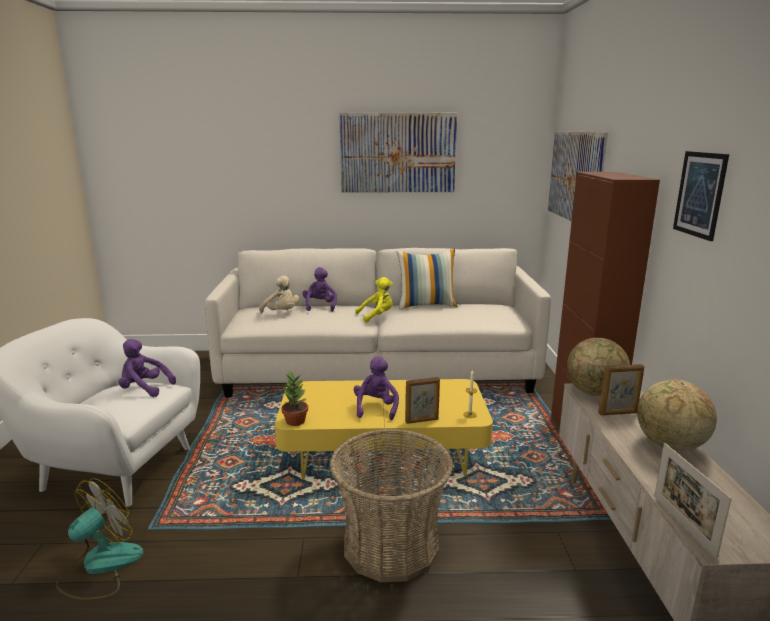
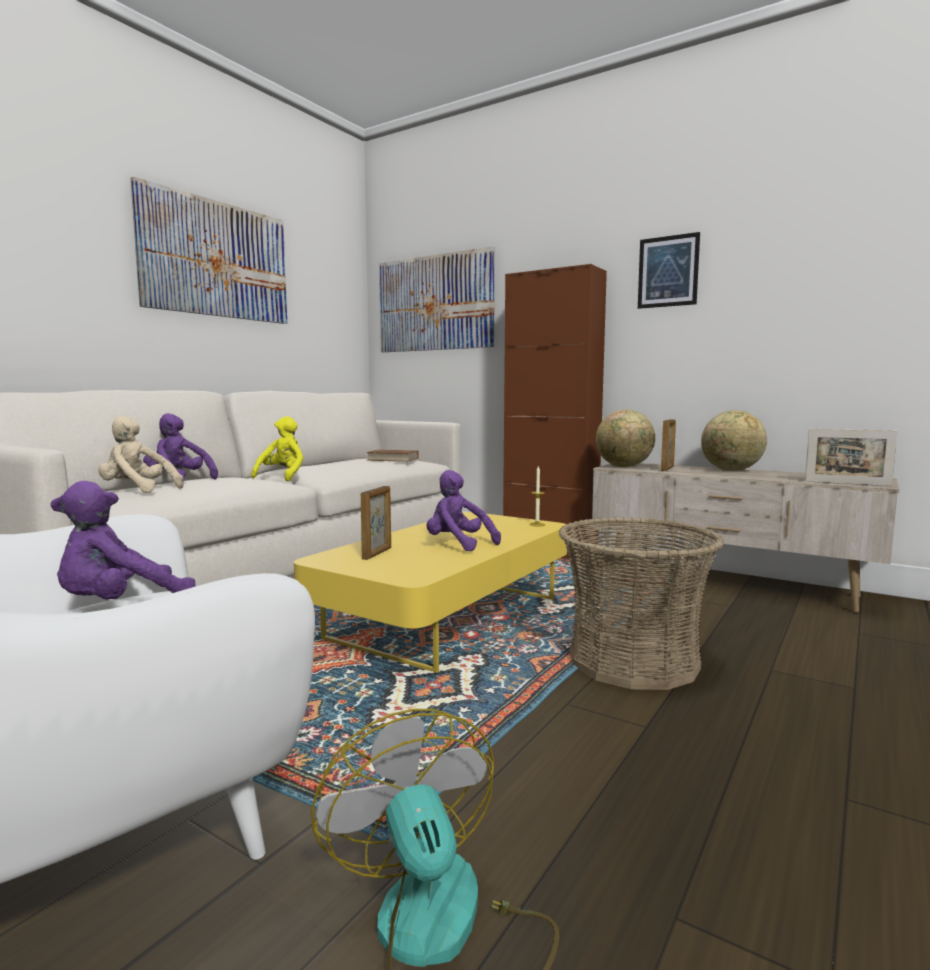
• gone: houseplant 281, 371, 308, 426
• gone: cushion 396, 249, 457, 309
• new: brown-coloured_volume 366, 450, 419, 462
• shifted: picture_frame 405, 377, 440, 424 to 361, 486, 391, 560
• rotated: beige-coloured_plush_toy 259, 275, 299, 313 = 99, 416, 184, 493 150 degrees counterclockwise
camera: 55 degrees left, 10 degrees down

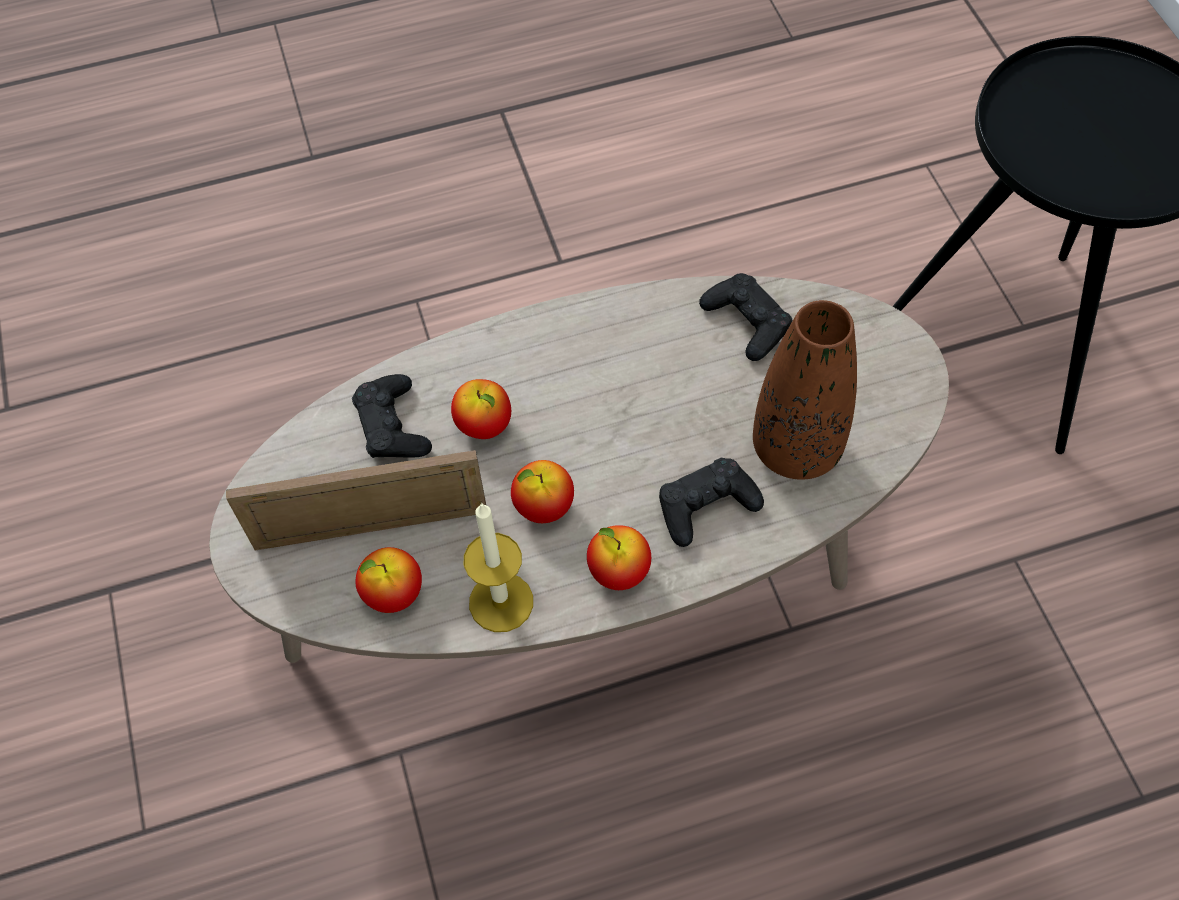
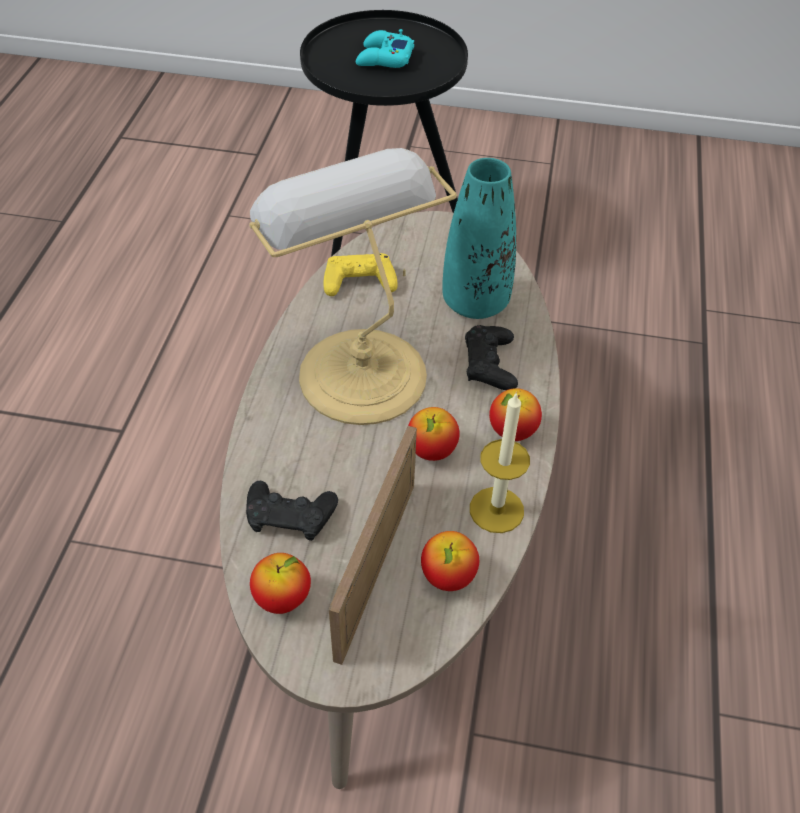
• new: tabletop_lamp 249, 148, 457, 425
• new: turquoise_joypad 356, 29, 414, 68
• shifted: apple 451, 379, 511, 439 to 250, 553, 311, 614
• repainted: black-coloured_joypad 699, 273, 792, 361 to yellow_joypad 324, 253, 398, 296
• repainted: brown-coloured_flower_vase 753, 300, 857, 480 to turquoise_flower_vase 442, 158, 516, 319
camera: 65 degrees left, 10 degrees down

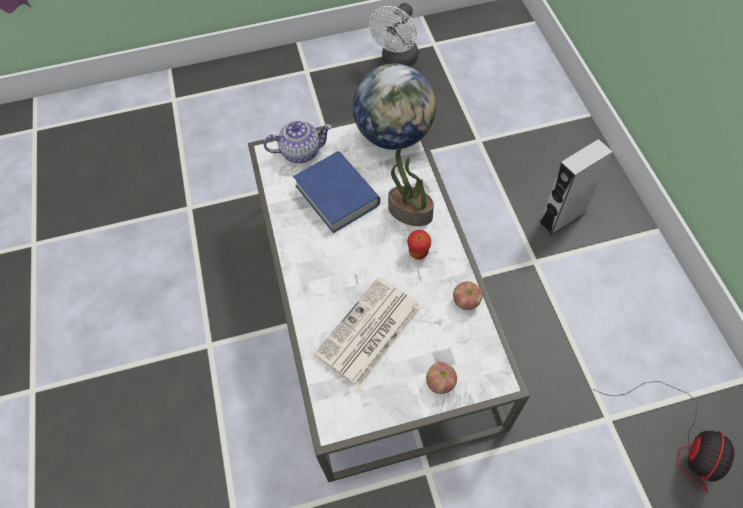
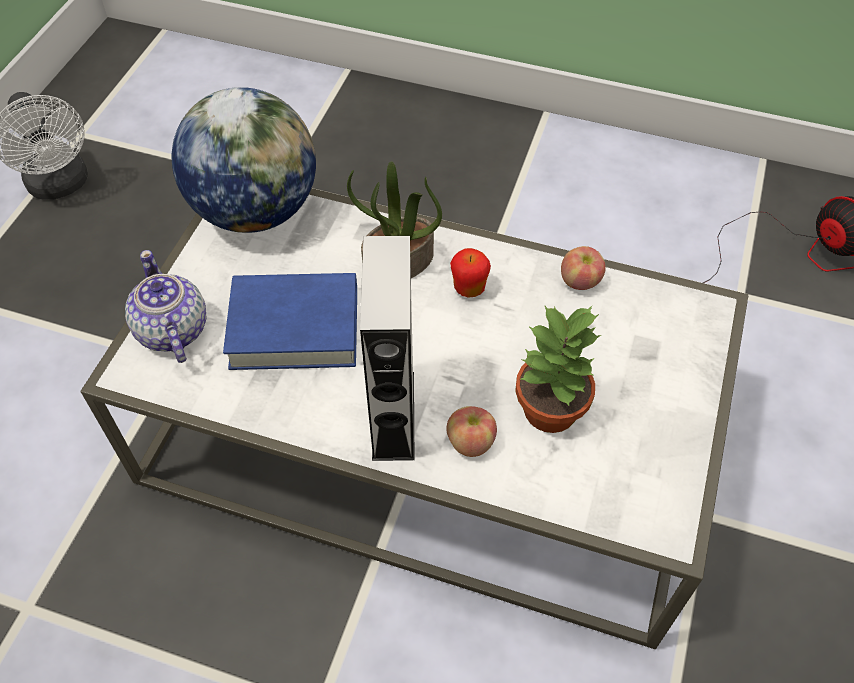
• shifted: apple 426, 362, 457, 394 to 447, 406, 497, 457
• shifted: greyish_loudspeaker 538, 139, 613, 235 to 360, 236, 414, 461
• swapped: newspaper 314, 277, 422, 388 to houseplant 515, 305, 601, 433
• rotated: teapot 264, 121, 332, 163 = 125, 250, 206, 363 45 degrees counterclockwise
camera: 60 degrees left, 5 degrees down

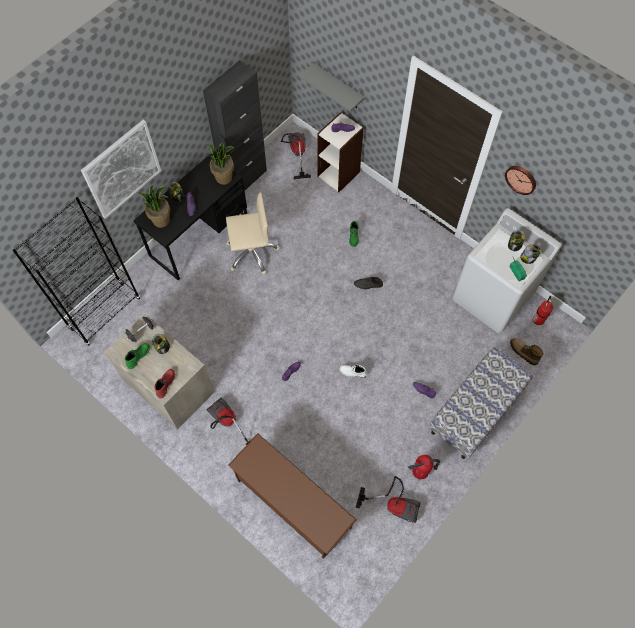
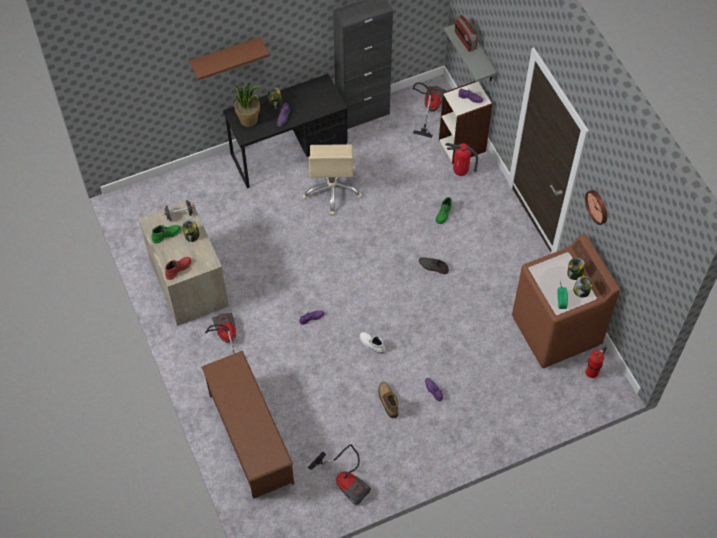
• gone: black-coloured_shelving_unit 13, 197, 140, 346
• gone: houseplant 207, 142, 234, 185
• gone: bench 429, 347, 533, 459
• new: radio 455, 15, 478, 52
• shifted: fire-fighting_cylinder 408, 455, 440, 479 to 445, 143, 478, 176
• shifted: high-top_boot 510, 338, 544, 365 to 378, 382, 398, 418
• swapped: wall_picture 81, 120, 161, 219 to brown-coloured_shelf 190, 37, 269, 80
• repainted: whitish_washing_machine 453, 208, 562, 333 to brown-coloured_washing_machine 512, 234, 620, 368
• rotated: beige-coloured_office_chair 226, 192, 279, 275 = 303, 144, 362, 215 75 degrees clockwise
camera: 25 degrees right, 5 degrees down

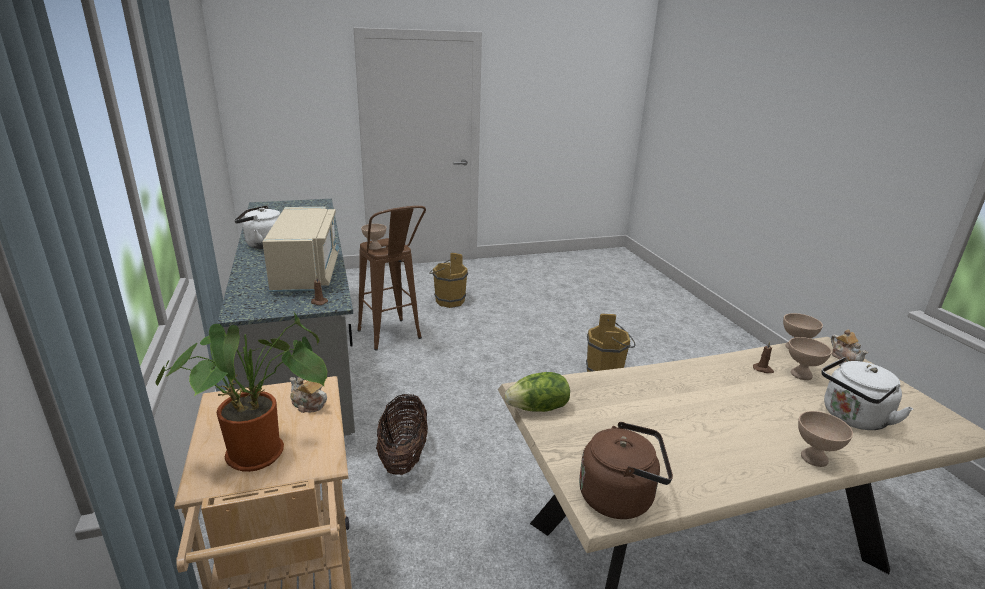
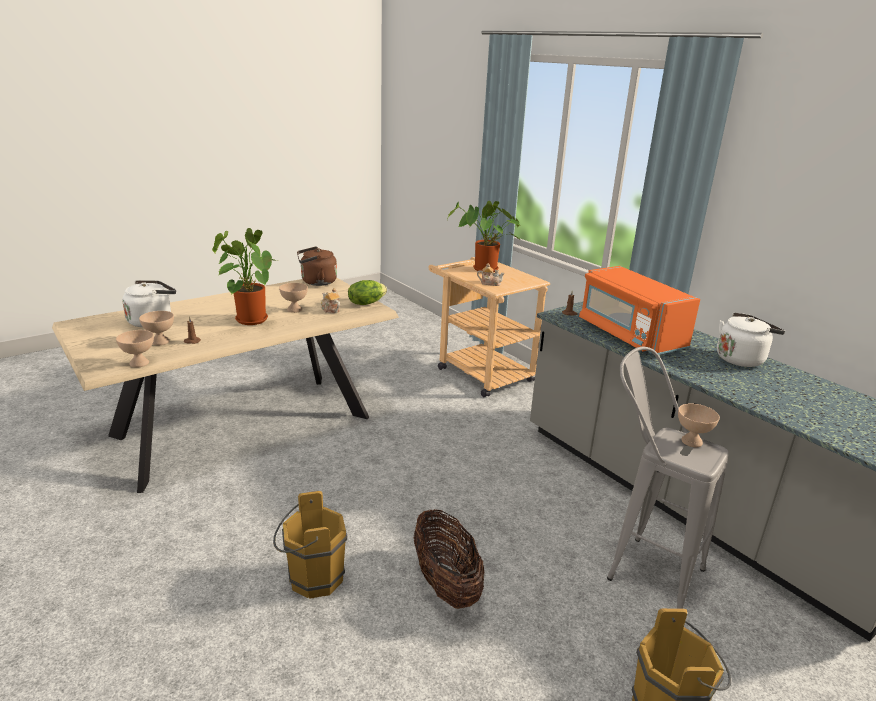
• new: houseplant 212, 228, 277, 325
• shifted: storage_basket 376, 394, 428, 475 to 413, 509, 484, 609
• shifted: beige-coloured_deep_dish 798, 411, 853, 467 to 279, 283, 308, 313
• shifted: teapot 831, 329, 868, 362 to 321, 288, 340, 313
• repainted: beige-coloured_microwave_oven 263, 207, 339, 292 to orange-coloured_microwave_oven 579, 266, 700, 355
• repainted: brown-coloured_stool 357, 206, 426, 351 to greyish_stool 607, 347, 729, 609
camera: 160 degrees right, 0 degrees up

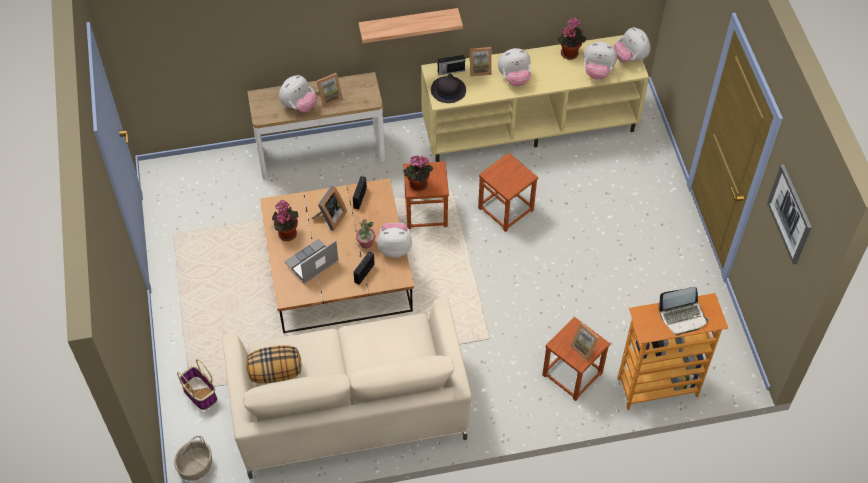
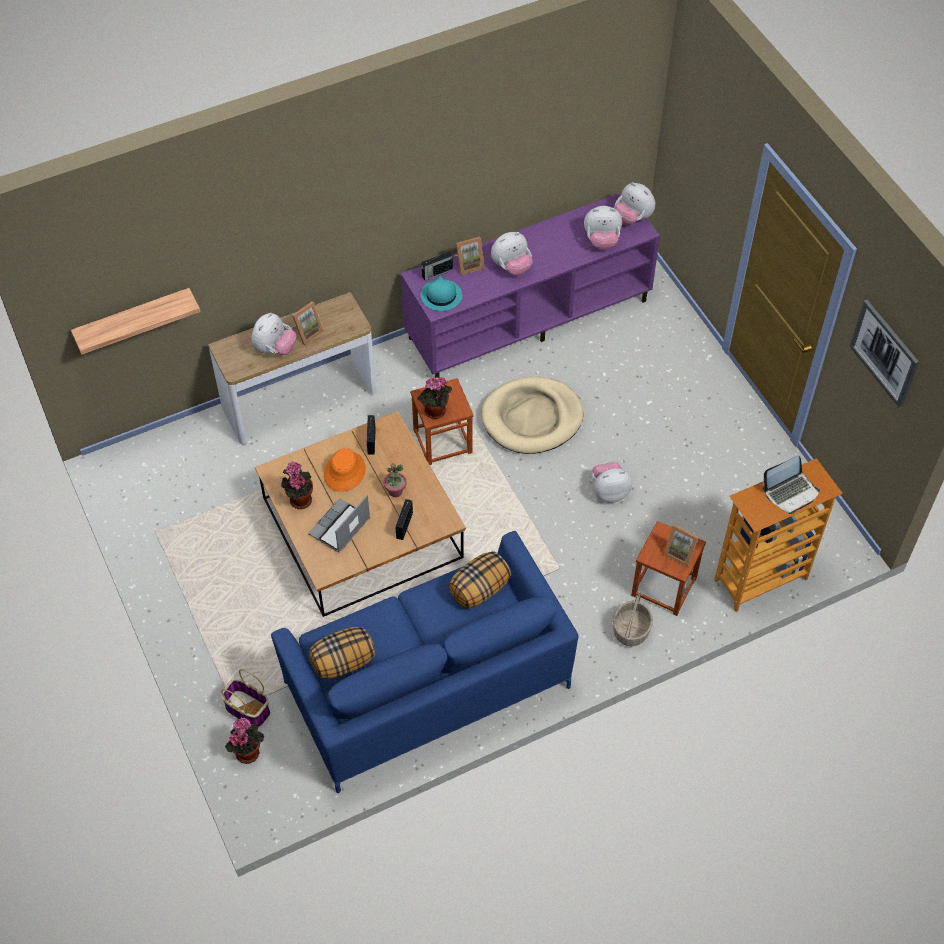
• new: cushion 448, 551, 511, 609
• shifted: storage_basket 174, 436, 212, 481 to 613, 593, 653, 646
• shifted: shelf 359, 8, 463, 43 to 71, 288, 200, 355
• shifted: plush_toy 377, 223, 412, 258 to 592, 461, 632, 503
• shifted: houseplant 557, 17, 586, 60 to 225, 717, 264, 764
• swapped: picture_frame 312, 186, 347, 231 to orange-coloured_wearable_hat 324, 448, 366, 492
• swapped: brown-coloured_stool 478, 153, 538, 232 to beige-coloured_dog_cushion 481, 377, 583, 454
• repainted: beige-coloured_sofa 222, 297, 472, 479 to blue-coloured_sofa 271, 531, 578, 793
• repainted: beige-coloured_tv_unit 421, 35, 649, 162 to purplish_tv_unit 401, 192, 660, 378
• repainted: black-coloured_wearable_hat 431, 74, 466, 103 to turquoise_wearable_hat 421, 276, 462, 311
camera: 15 degrees left, 0 degrees up

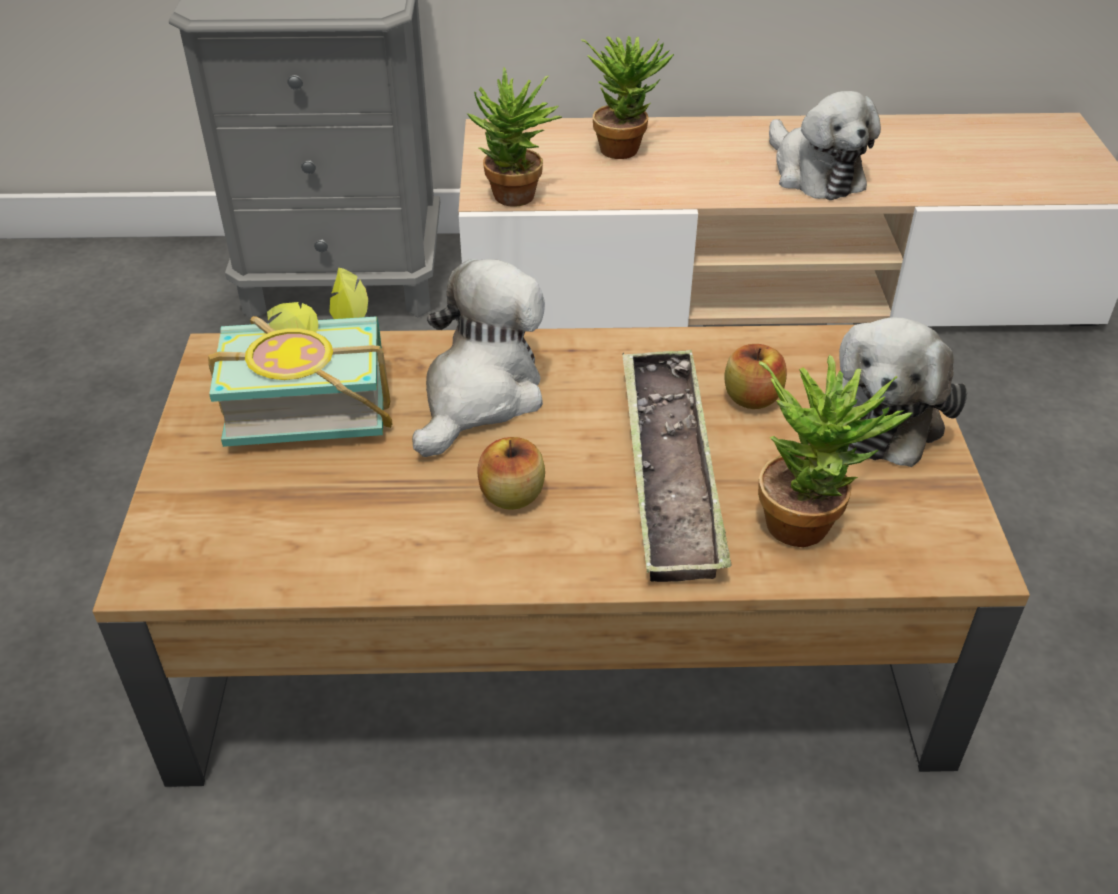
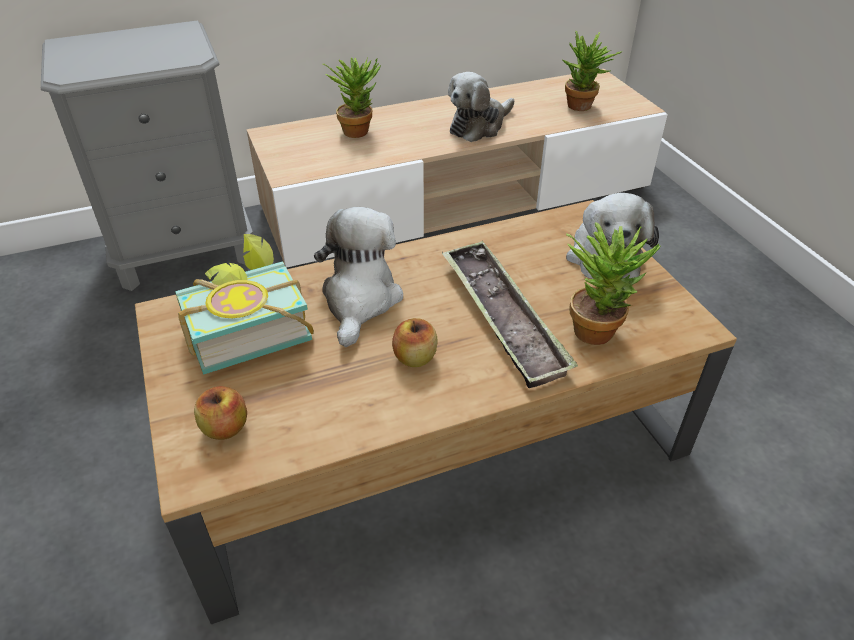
• shifted: houseplant 467, 68, 562, 206 to 563, 31, 622, 111
• shifted: apple 724, 344, 787, 409 to 194, 386, 247, 440
• rotated: plush_toy 769, 91, 881, 200 = 448, 72, 514, 142 90 degrees clockwise
camera: 20 degrees left, 0 degrees up

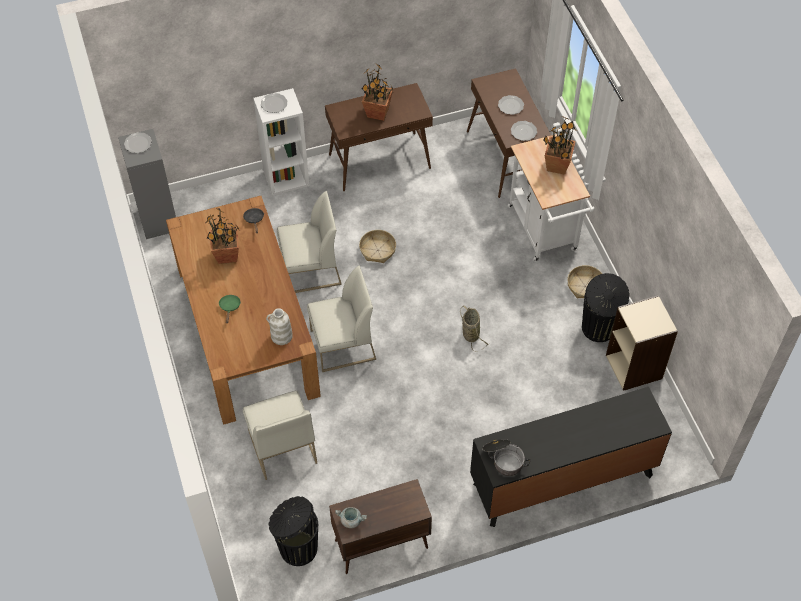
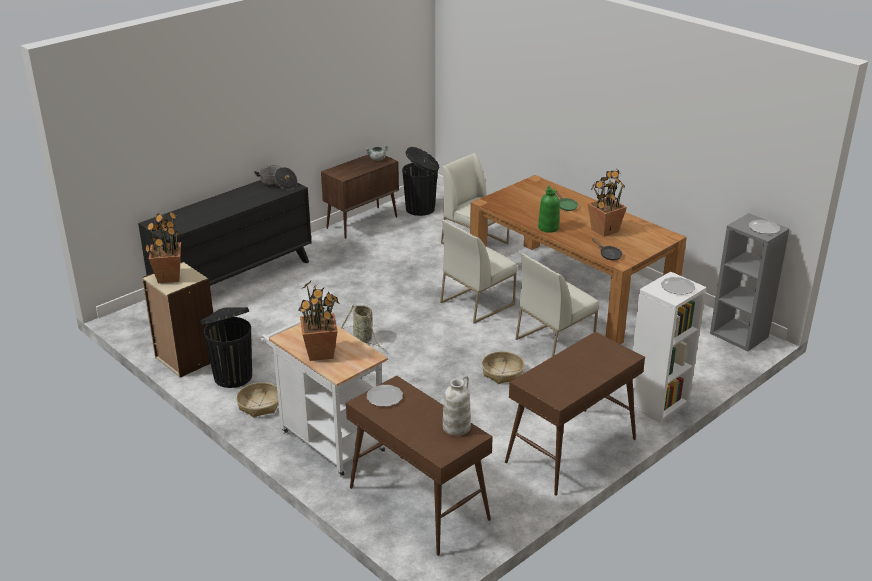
• gone: dinner_plate 498, 95, 524, 115
• new: green_flower_vase 538, 186, 560, 233
• shifted: whitish_flower_vase 266, 308, 293, 345 to 443, 375, 471, 436
• shifted: houseplant 362, 64, 394, 121 to 145, 211, 181, 283
camera: 155 degrees right, 25 degrees down

